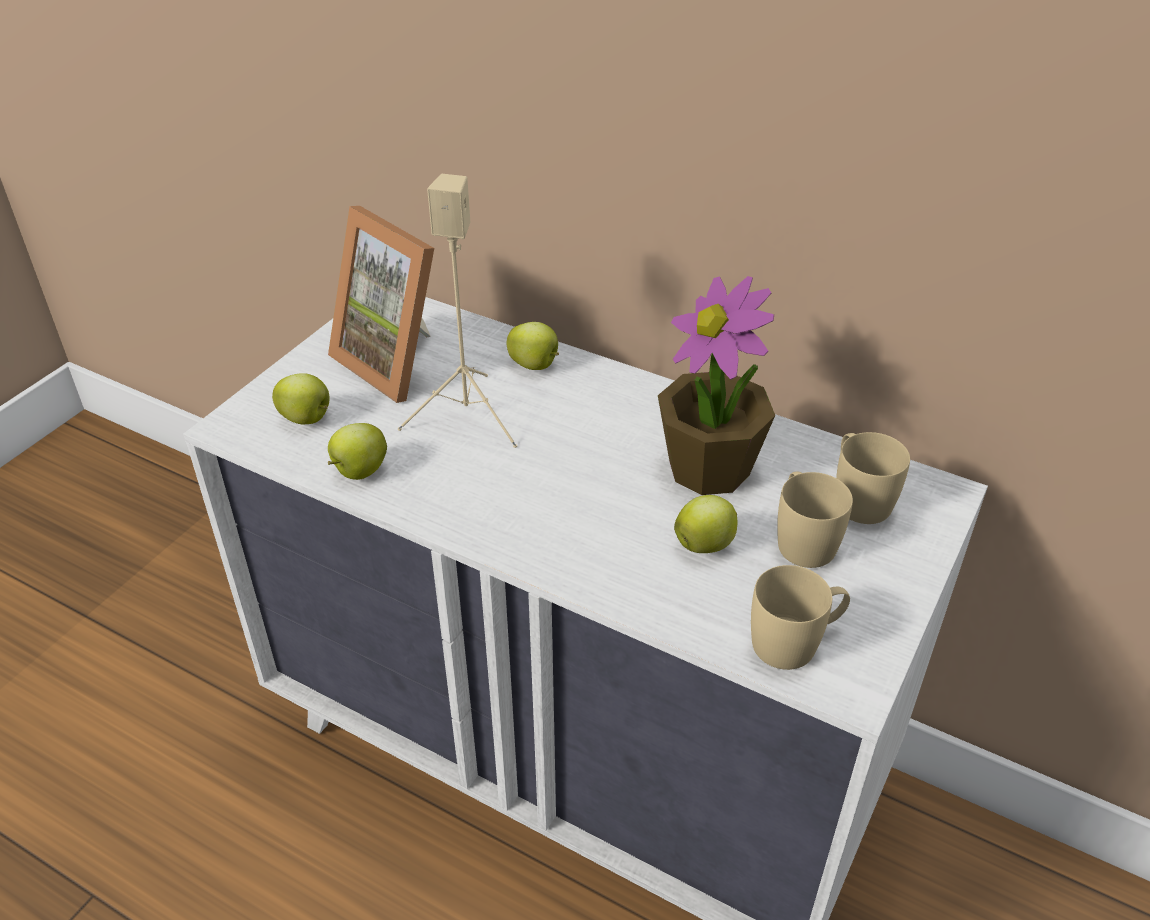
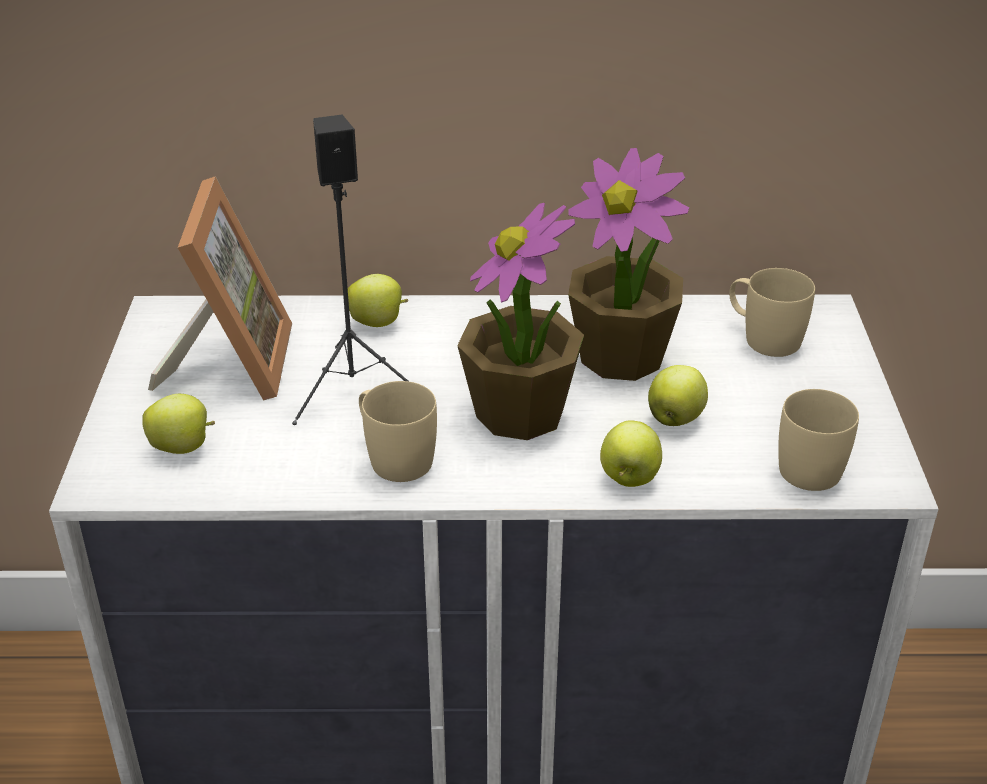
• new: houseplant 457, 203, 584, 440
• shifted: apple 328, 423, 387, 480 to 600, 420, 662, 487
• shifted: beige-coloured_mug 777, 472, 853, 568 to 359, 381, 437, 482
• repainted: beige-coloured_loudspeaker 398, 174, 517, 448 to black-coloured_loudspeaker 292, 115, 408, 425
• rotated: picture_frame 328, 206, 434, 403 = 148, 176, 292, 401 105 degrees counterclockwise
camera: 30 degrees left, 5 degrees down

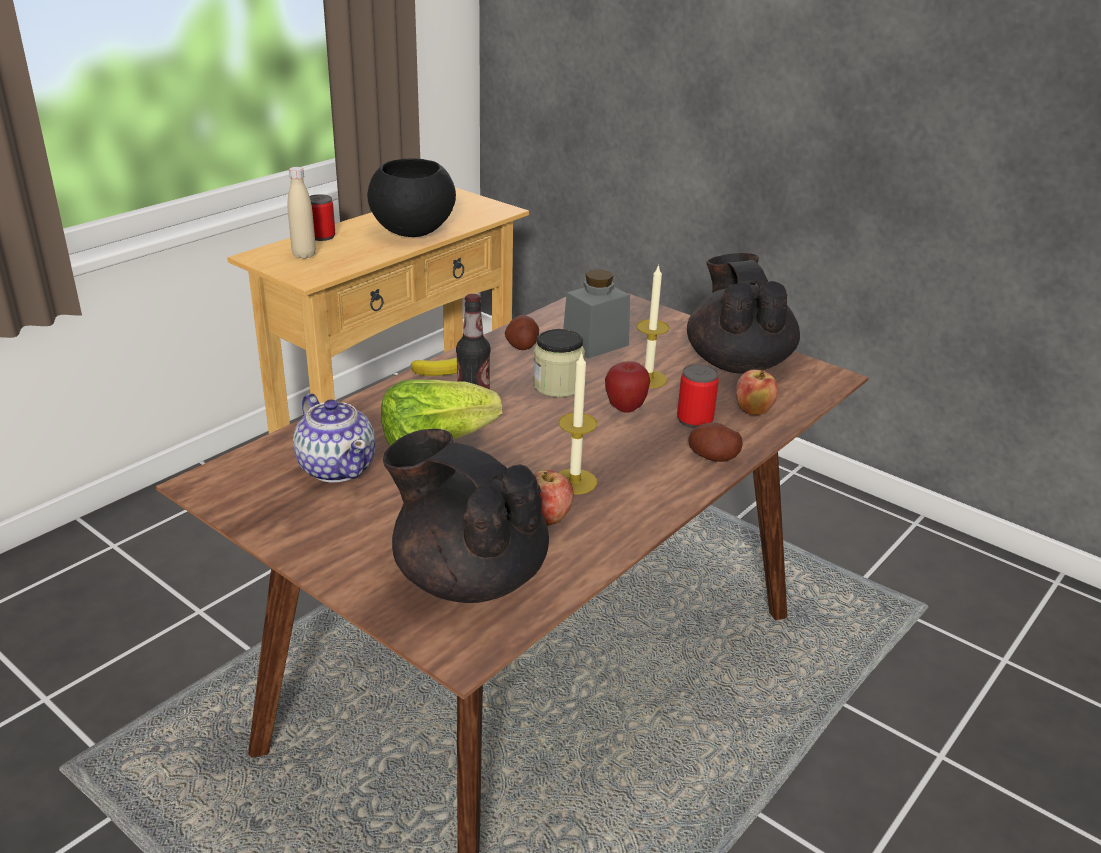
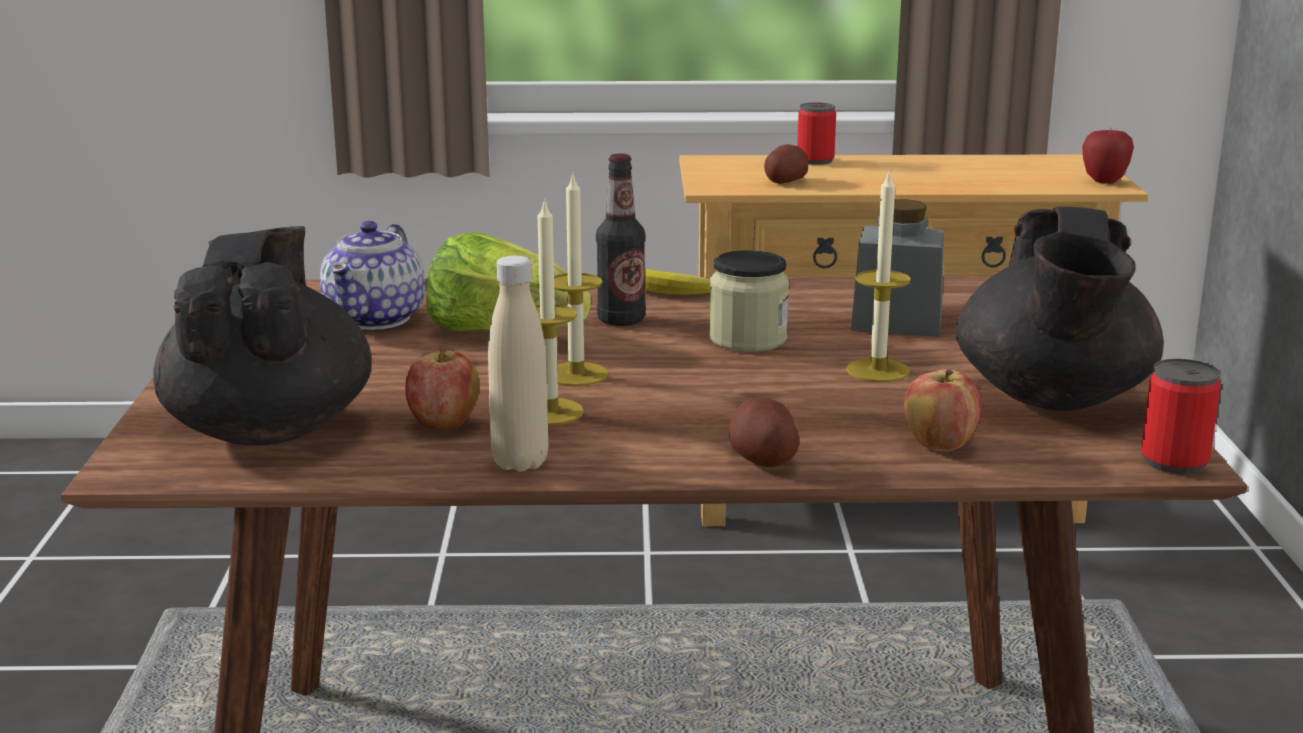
• gone: black-coloured_deep_dish 367, 158, 456, 237
• new: wax_light 554, 172, 608, 386
• shifted: beige-coloured_beverage_bottle 288, 167, 316, 259 to 488, 256, 548, 472
• shifted: whole_potato 505, 315, 539, 350 to 764, 144, 809, 184
• shifted: apple 605, 361, 650, 413 to 1082, 128, 1134, 184
• shifted: can 677, 364, 719, 428 to 1141, 359, 1221, 474
• rotated: black-coloured_teapot 687, 253, 800, 373 = 956, 207, 1164, 411 150 degrees clockwise
camera: 50 degrees right, 10 degrees down

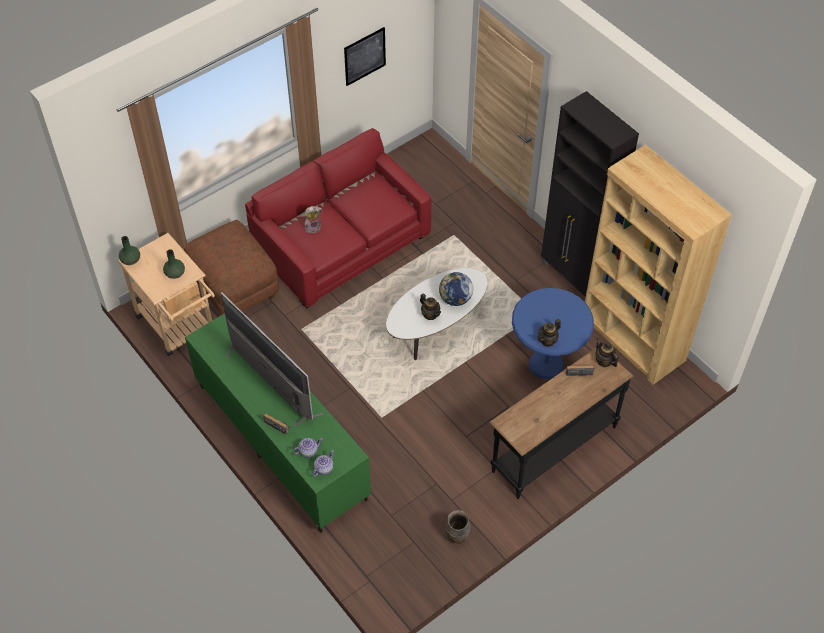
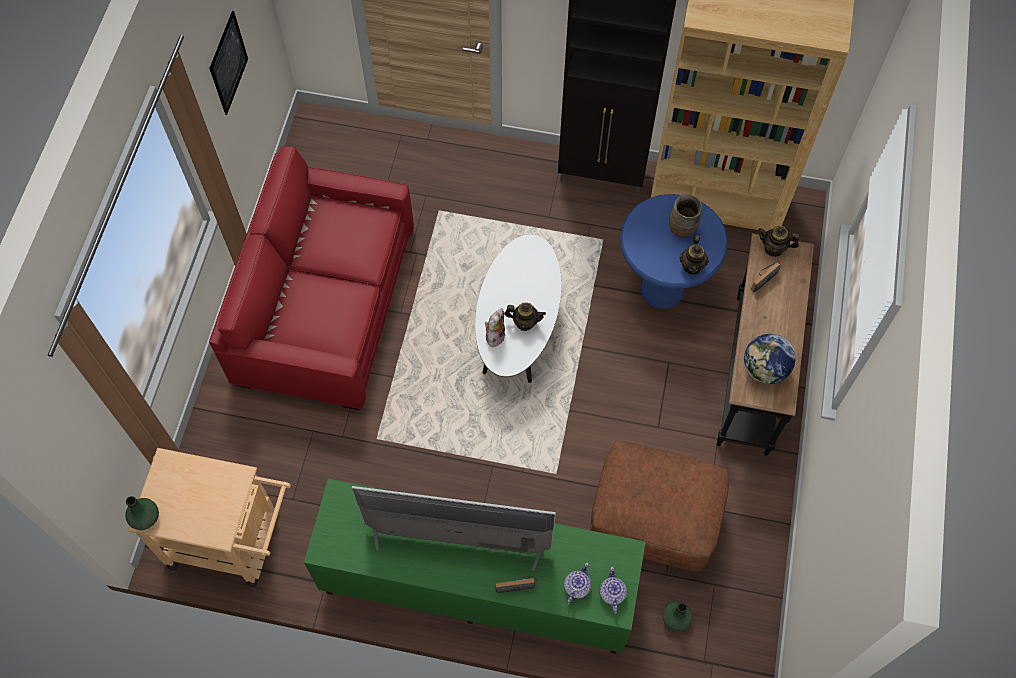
• shifted: green_flower_vase 163, 249, 185, 279 to 663, 601, 693, 632
• shifted: brown-coloured_pouffe 184, 220, 279, 315 to 590, 441, 729, 572
• shifted: plush_toy 305, 206, 322, 233 to 485, 308, 506, 347
• shifted: globe 439, 272, 473, 306 to 744, 334, 796, 384
• shifted: brown-coloured_flower_vase 446, 510, 470, 544 to 669, 194, 702, 238
camera: 40 degrees left, 10 degrees up

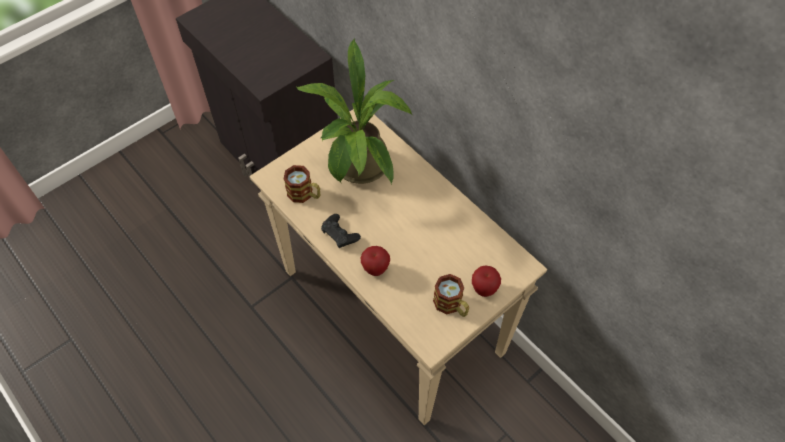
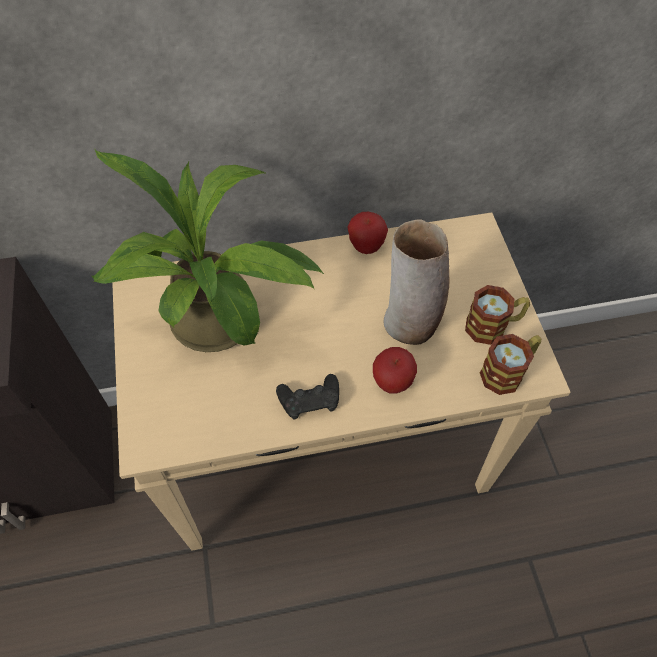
• new: flower_vase 384, 219, 450, 345
• shifted: mug 284, 165, 320, 203 to 480, 334, 541, 395
• shifted: apple 472, 265, 501, 297 to 347, 212, 388, 254
camera: 60 degrees left, 0 degrees up

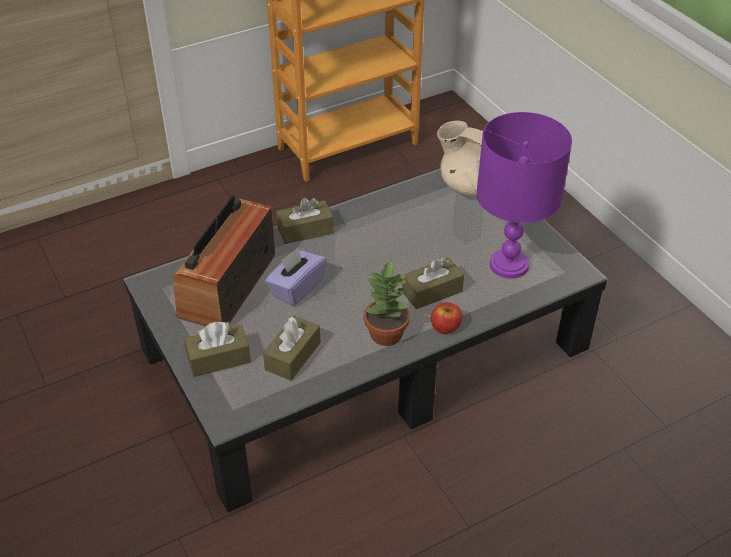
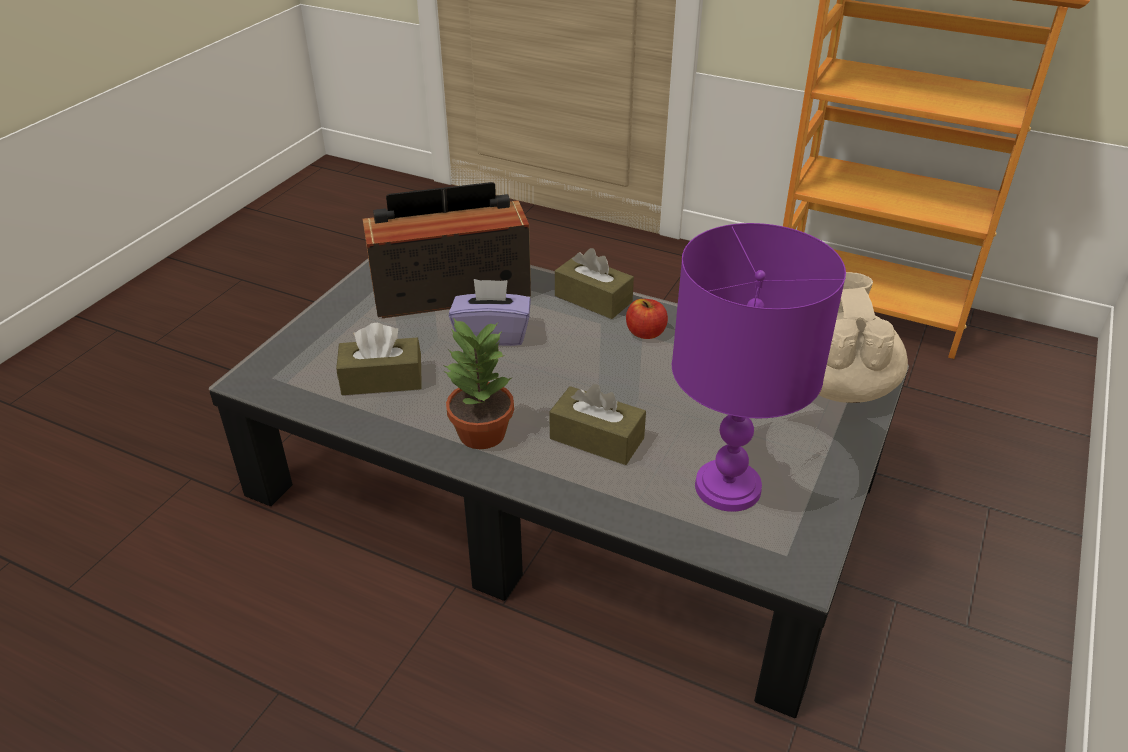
• gone: brown-coloured_box_of_tissues 184, 322, 251, 377
• shifted: apple 431, 302, 462, 334 to 626, 299, 668, 339
camera: 55 degrees right, 5 degrees down

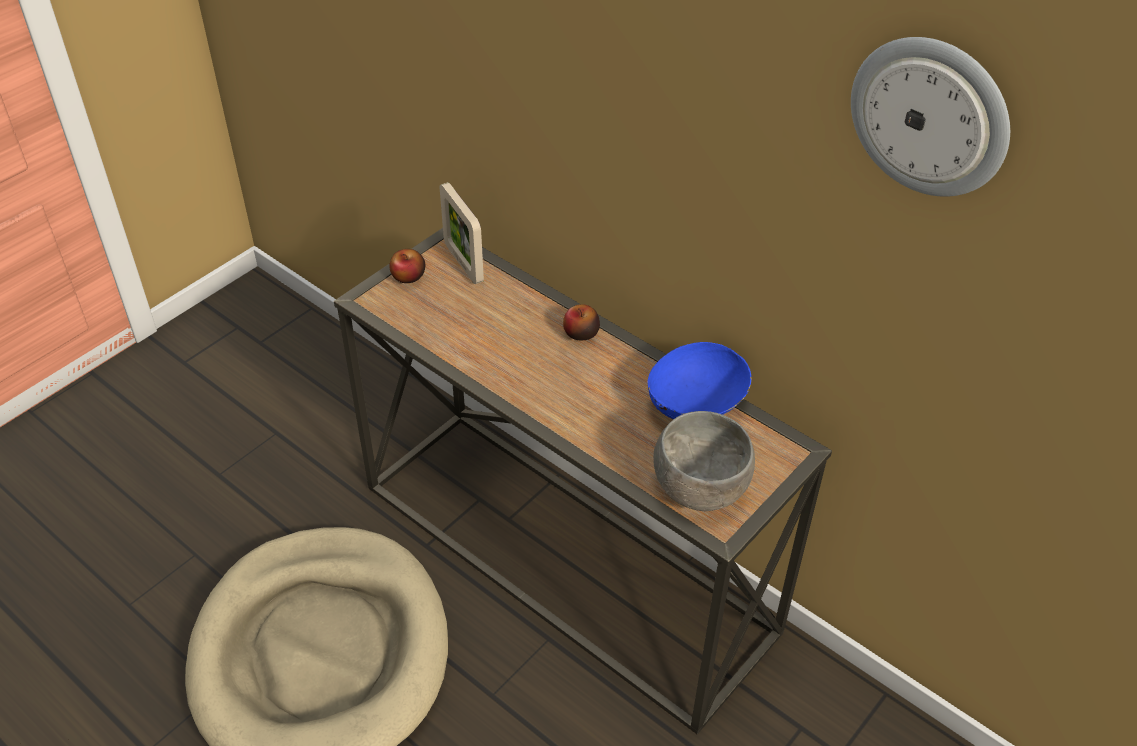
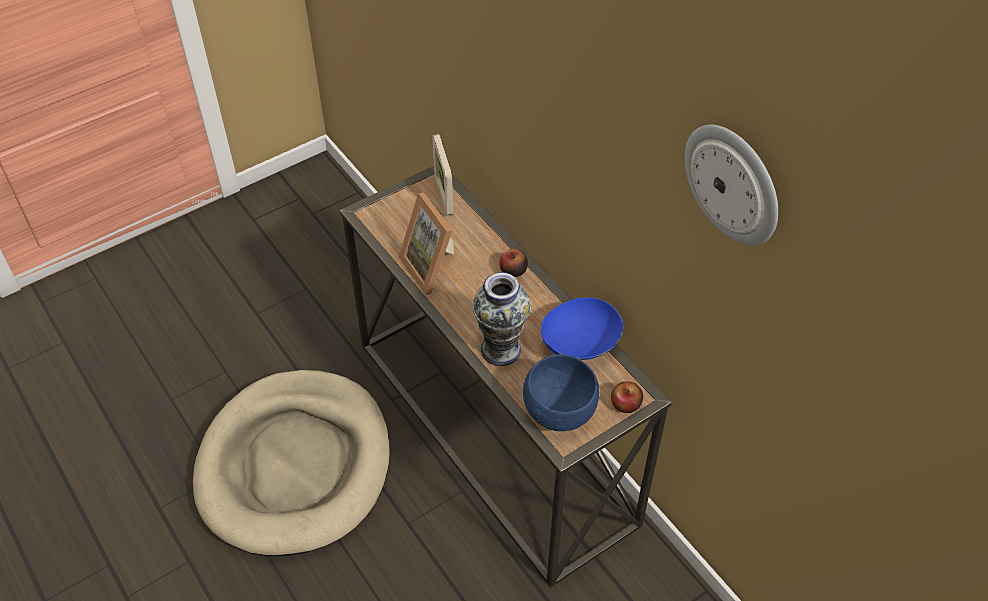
• new: picture_frame 399, 193, 454, 295
• new: flower_vase 473, 272, 531, 366
• shifted: apple 389, 249, 425, 283 to 611, 381, 643, 413
• repainted: greyish_deep_dish 653, 411, 755, 511 to blue-coloured_deep_dish 523, 354, 599, 431
camera: 15 degrees right, 5 degrees up

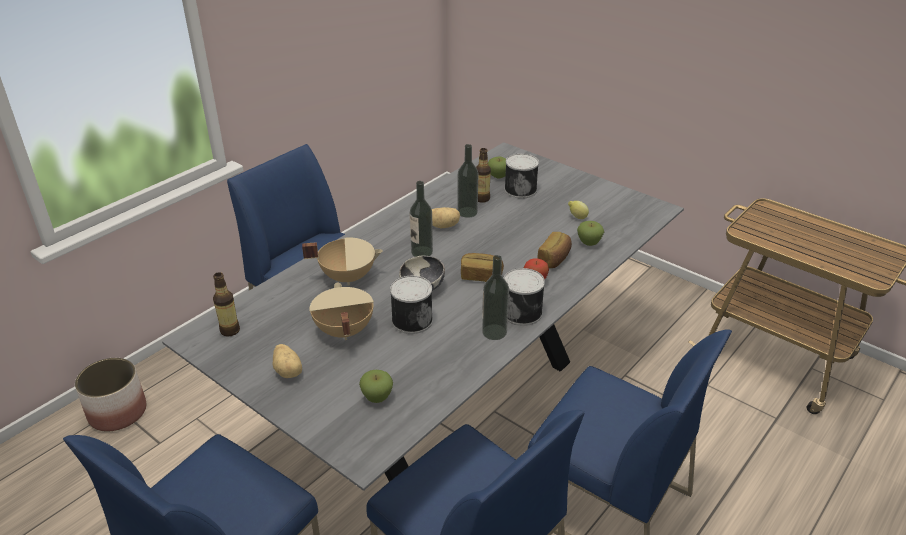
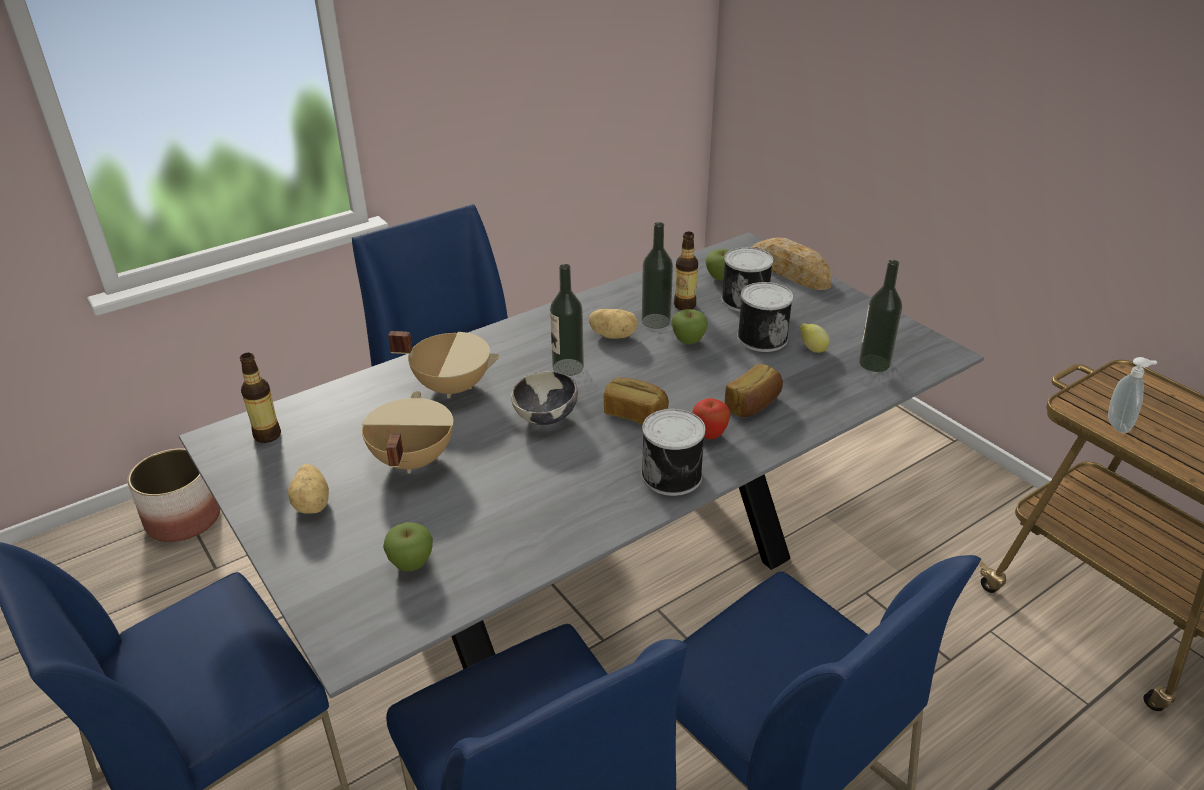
• new: baked_bread 752, 238, 832, 290
• new: soap_bottle 1108, 357, 1157, 433
• shifted: can 390, 276, 433, 334 to 737, 282, 793, 352
• shifted: beverage_bottle 482, 255, 509, 340 to 859, 260, 902, 372
• shifted: apple 577, 221, 604, 246 to 671, 309, 708, 344
camera: 15 degrees right, 0 degrees up

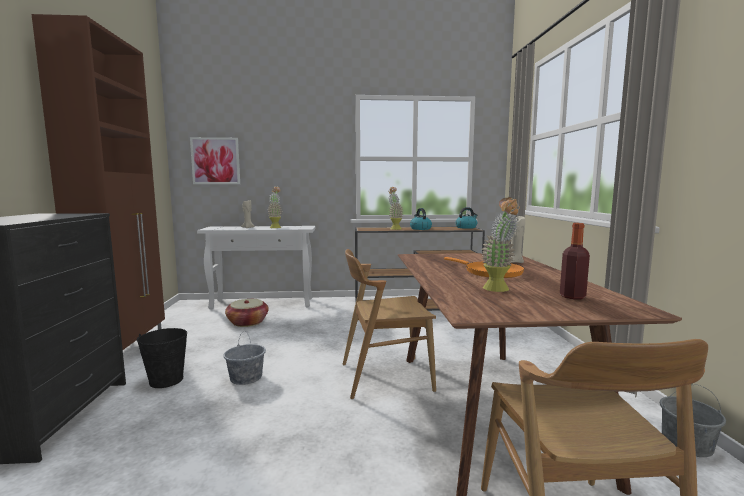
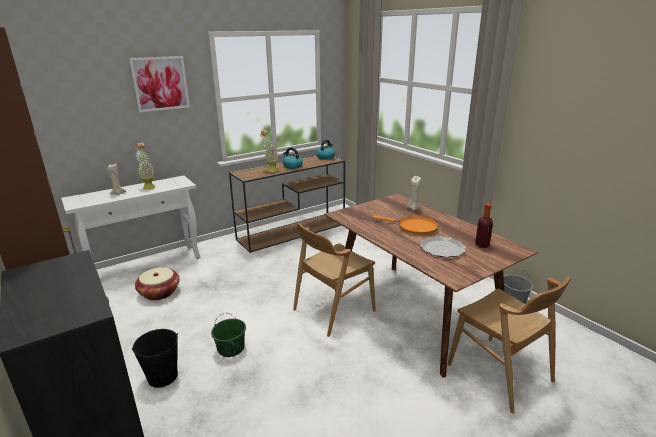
• shifted: wall_picture 190, 137, 240, 184 to 129, 56, 190, 112
• swapped: houseplant 481, 197, 520, 292 to dinner_plate 420, 236, 466, 257
• repainted: greyish_bucket 223, 331, 266, 385 to green_bucket 211, 313, 246, 357
camera: 30 degrees left, 15 degrees up

